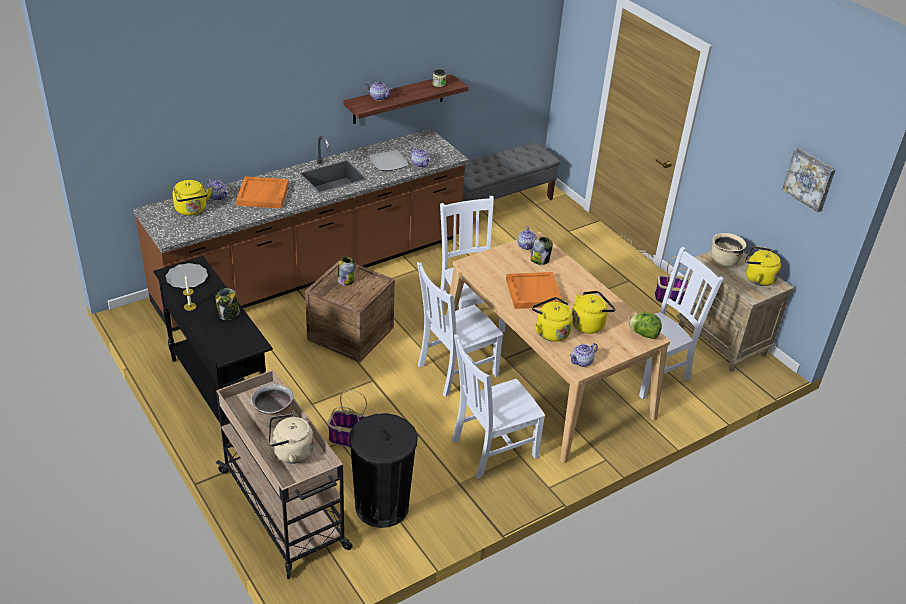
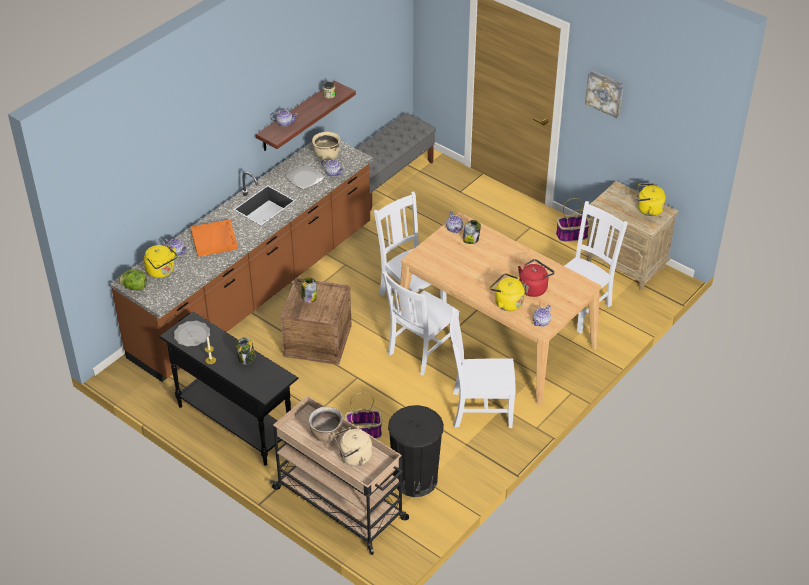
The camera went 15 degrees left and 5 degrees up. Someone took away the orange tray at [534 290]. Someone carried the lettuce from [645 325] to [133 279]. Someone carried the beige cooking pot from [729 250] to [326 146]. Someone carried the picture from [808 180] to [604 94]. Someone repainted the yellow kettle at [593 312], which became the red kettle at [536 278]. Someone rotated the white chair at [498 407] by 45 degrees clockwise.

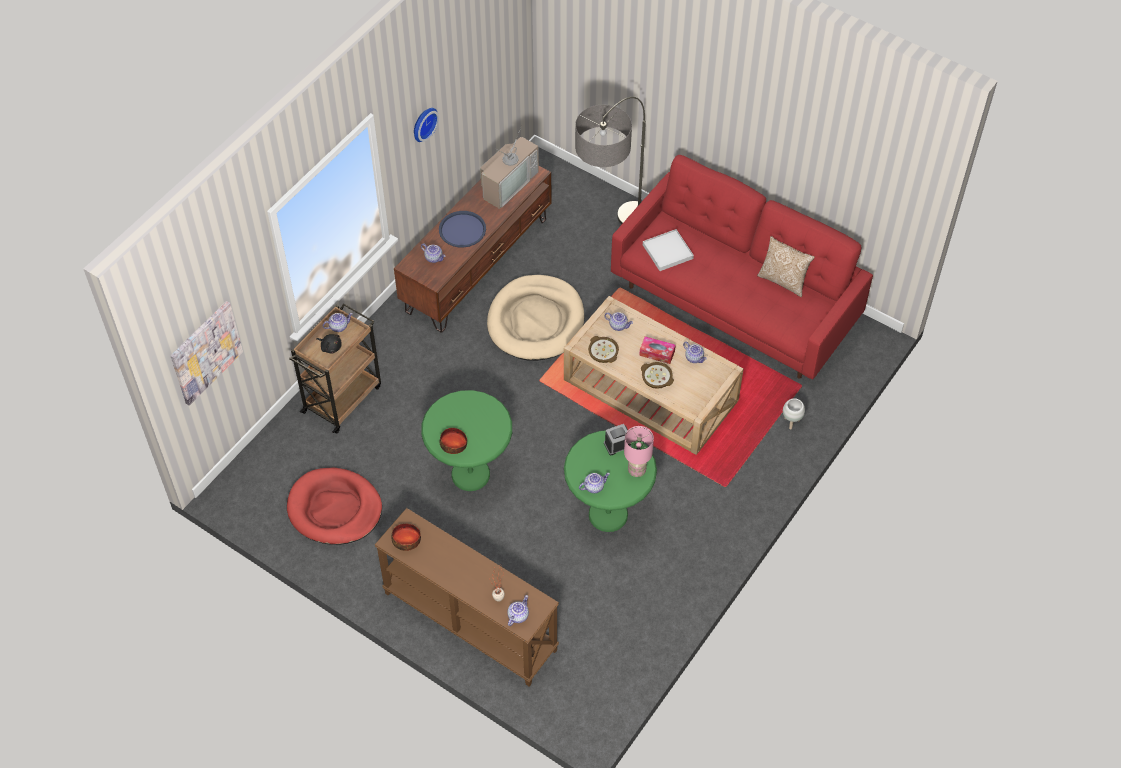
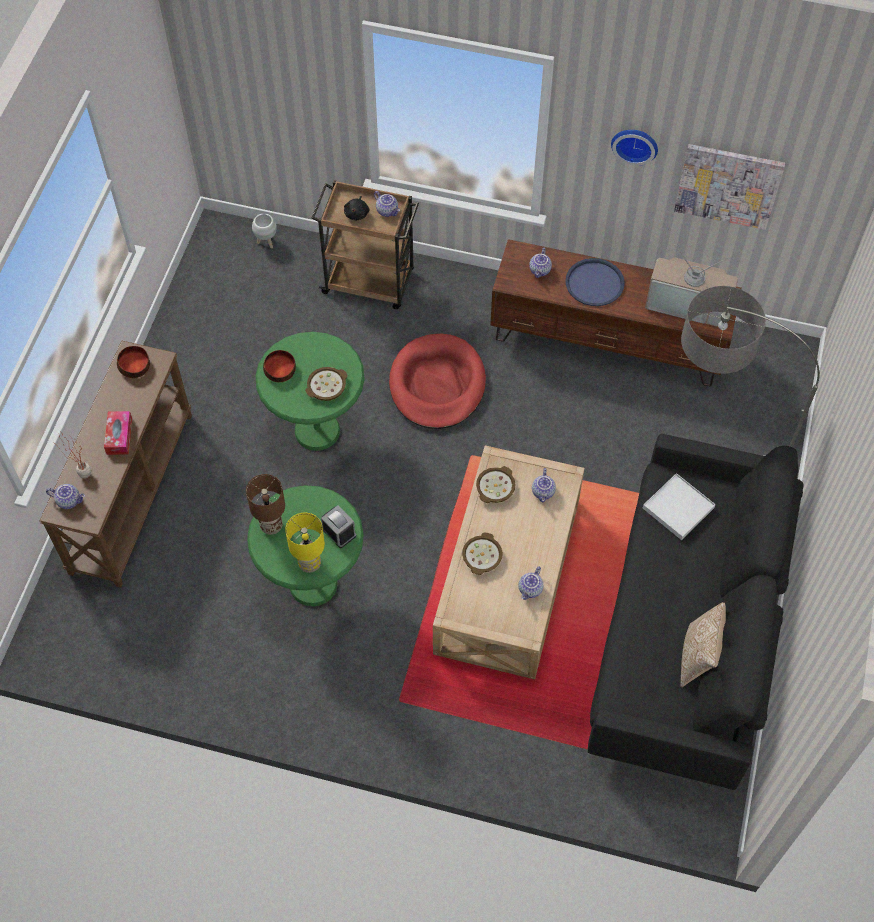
The camera went 70 degrees right and 5 degrees up. Someone took away the beige dog bed at [535 318]. Someone put down the bowl at [326 384]. Someone carried the picture from [206 353] to [729 187]. Someone carried the red dog bed from [334 506] to [437 381]. Someone carried the tissue box from [657 350] to [118 433]. Someone carried the white planter from [794 414] to [264 230]. Someone swapped the teapot at [594 483] for the brown table lamp at [265 504]. Someone repainted the red sofa at [742 267], which became the black sofa at [695 612]. Someone repainted the pink table lamp at [639 451], which became the yellow table lamp at [305 543].

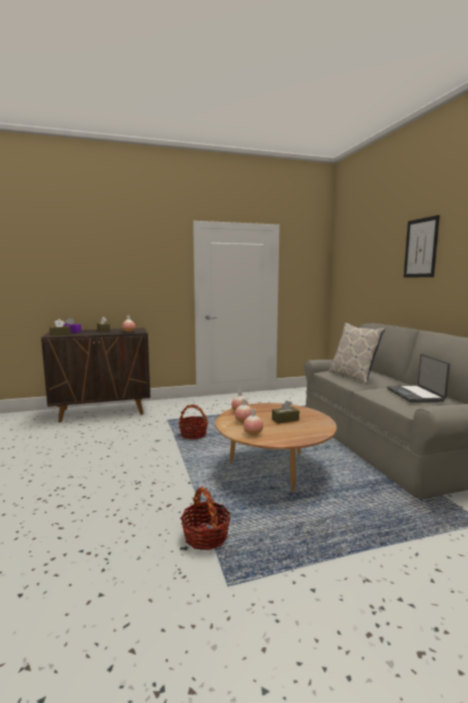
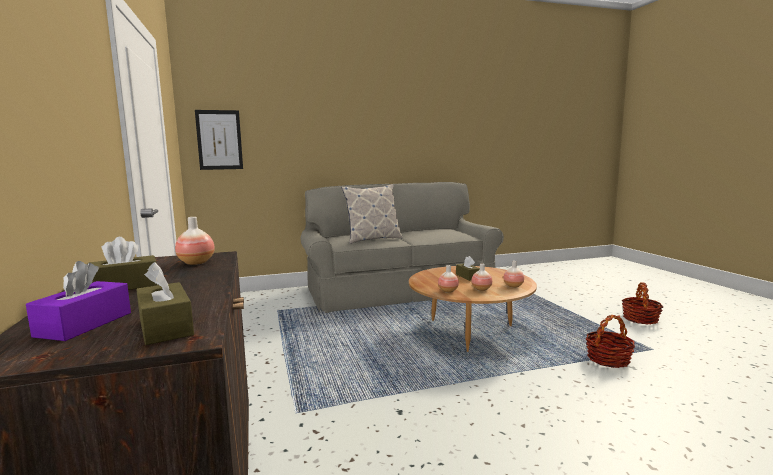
The camera went 90 degrees left and 0 degrees up. Someone took away the laptop at [418 378]. Someone carried the basket from [193 421] to [642 303]. Someone carried the picture from [422 246] to [219 140].

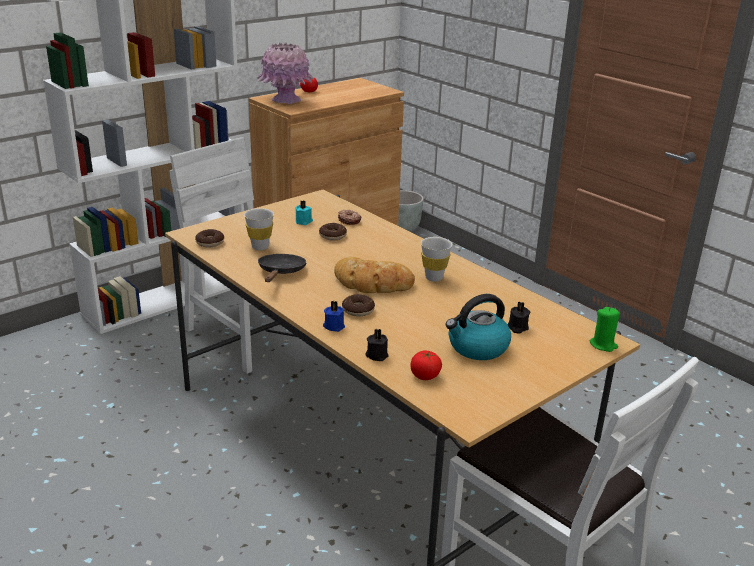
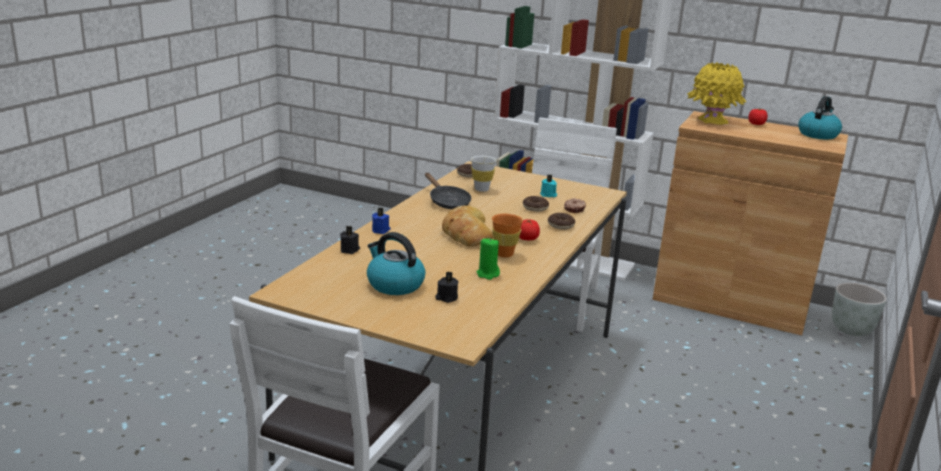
The camera went 65 degrees right and 5 degrees down. Someone put down the kettle at [820 118]. Someone carried the donut from [358 305] to [561 221]. Someone carried the tomato from [426 365] to [529 230]. Someone carried the green candle from [605 329] to [488 259]. Someone repainted the pink vase at [285 73], which became the yellow vase at [716 93]. Someone repainted the white cup at [436 259], which became the orange cup at [507 236]. Someone rotated the black frying pan at [282 268] by 75 degrees clockwise.

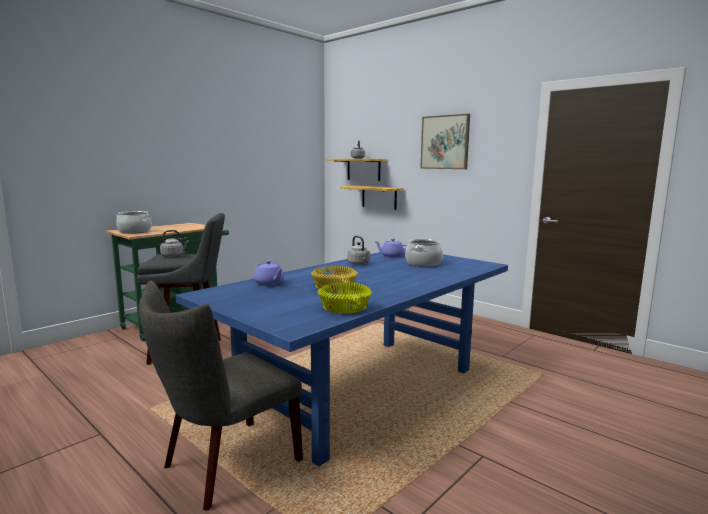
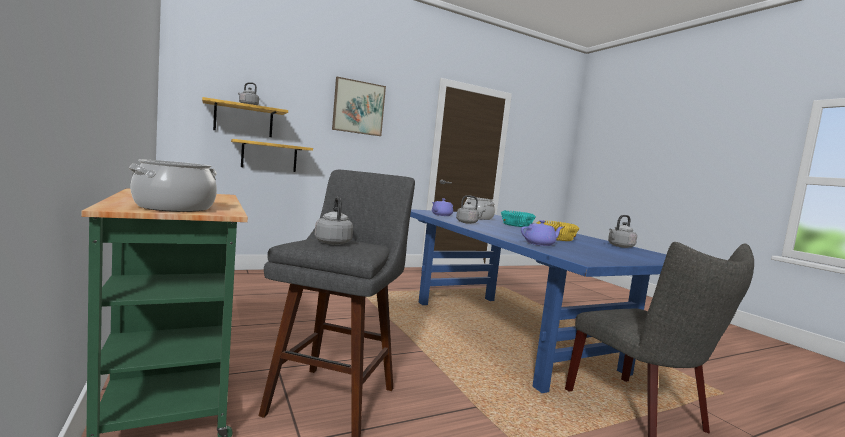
The camera went 70 degrees left and 5 degrees down. Someone put down the turquoise bowl at [518 218]. Someone swapped the yellow bowl at [345 298] for the grey kettle at [622 231].

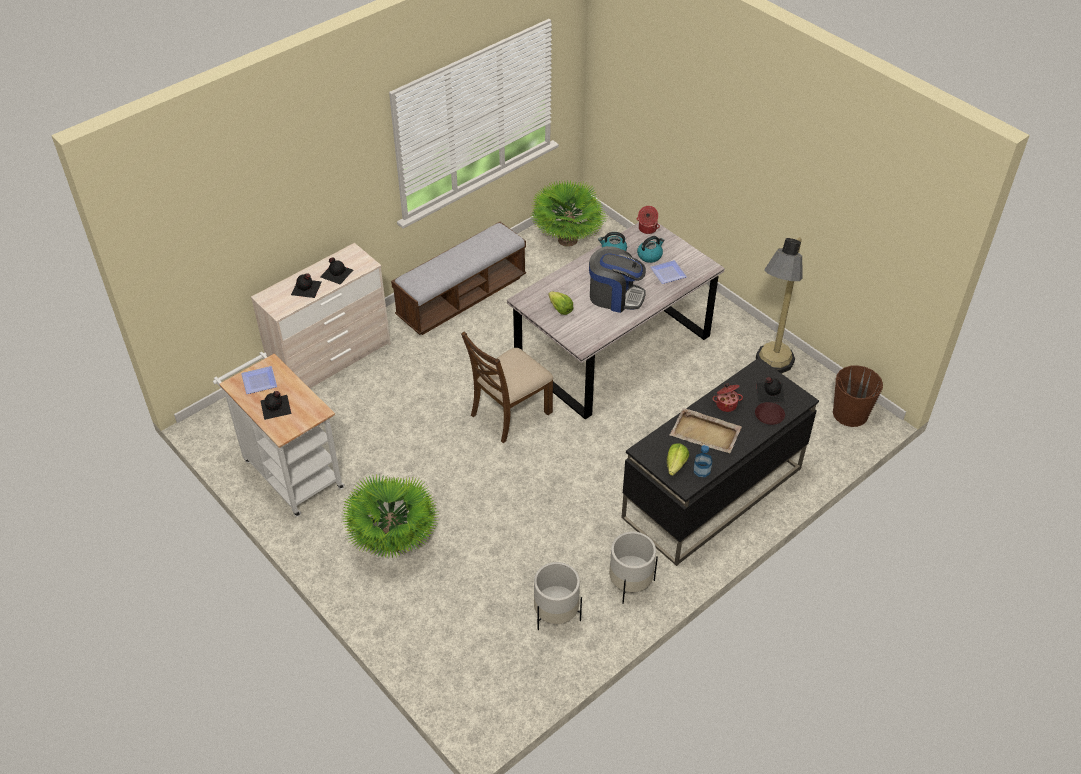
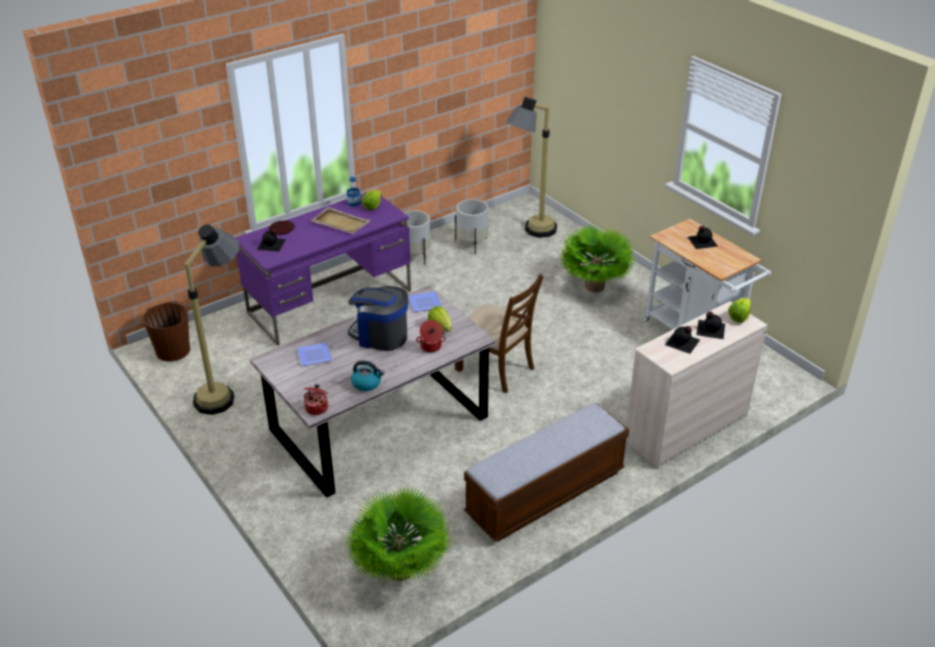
The camera went 175 degrees left and 10 degrees down. Someone took away the kettle at [651 249]. Someone put down the floor lamp at [531 167]. Someone put down the lettuce at [739 310]. Someone carried the plate from [259 380] to [425 301]. Someone carried the cooking pot from [728 397] to [431 336]. Someone repainted the black desk at [720 462], which became the purple desk at [323 268]. Someone rotated the brown chair at [507 387] by 75 degrees clockwise.

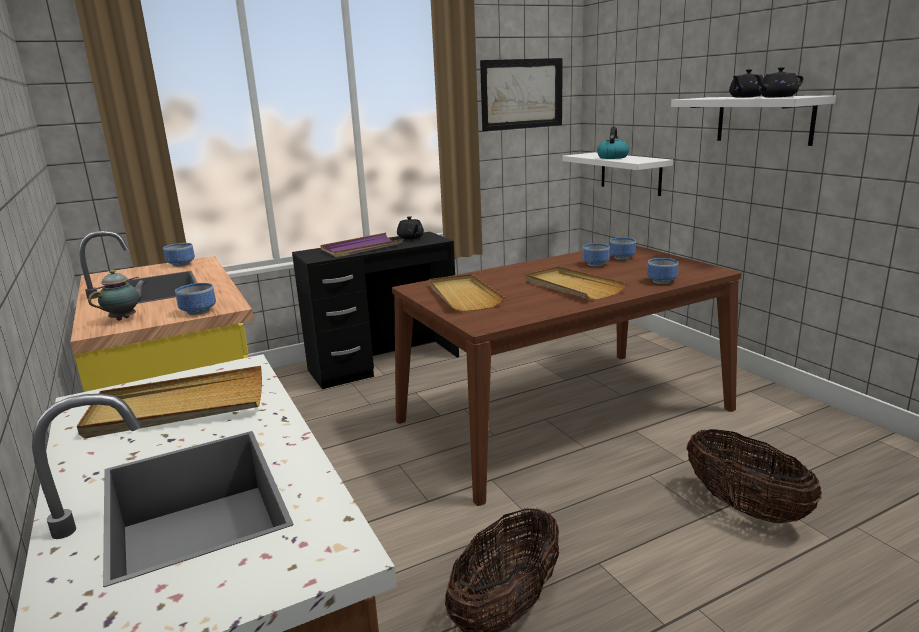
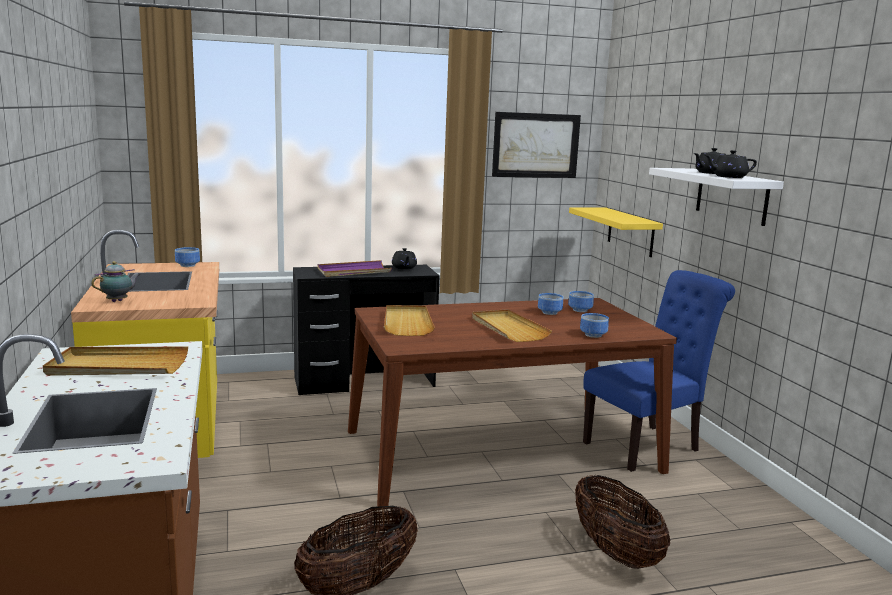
The camera went 10 degrees right and 5 degrees down. Someone took away the bowl at [195 299]. Someone took away the kettle at [613 143]. Someone put down the blue chair at [659 371]. Someone repainted the white shelf at [617 174], which became the yellow shelf at [616 232].

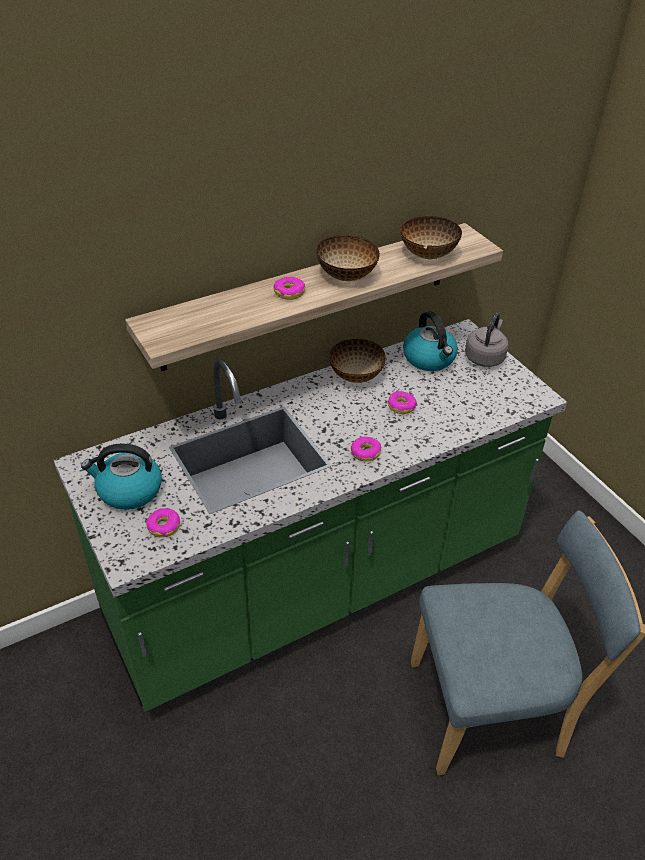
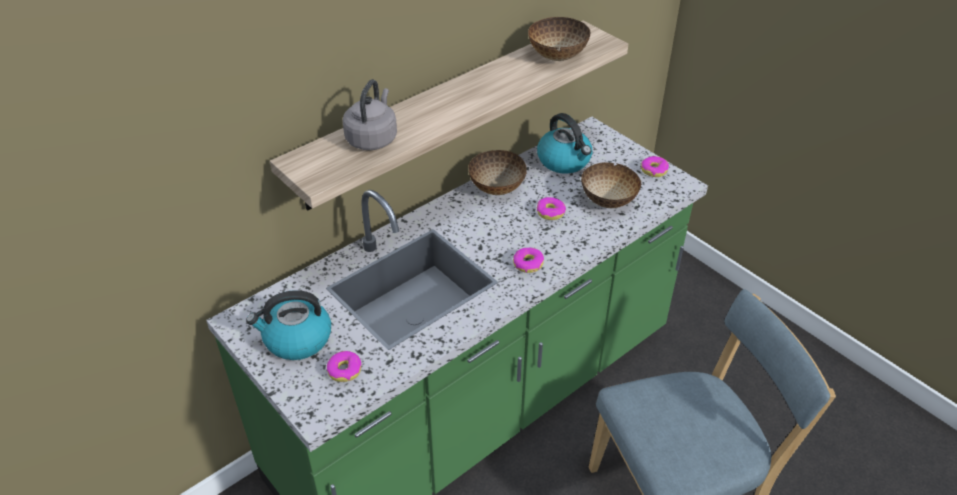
The camera went 10 degrees left and 0 degrees up. Someone carried the donut from [289 288] to [655 166]. Someone carried the bowl from [348 258] to [611 185]. Someone carried the grey kettle from [487 340] to [369 114].

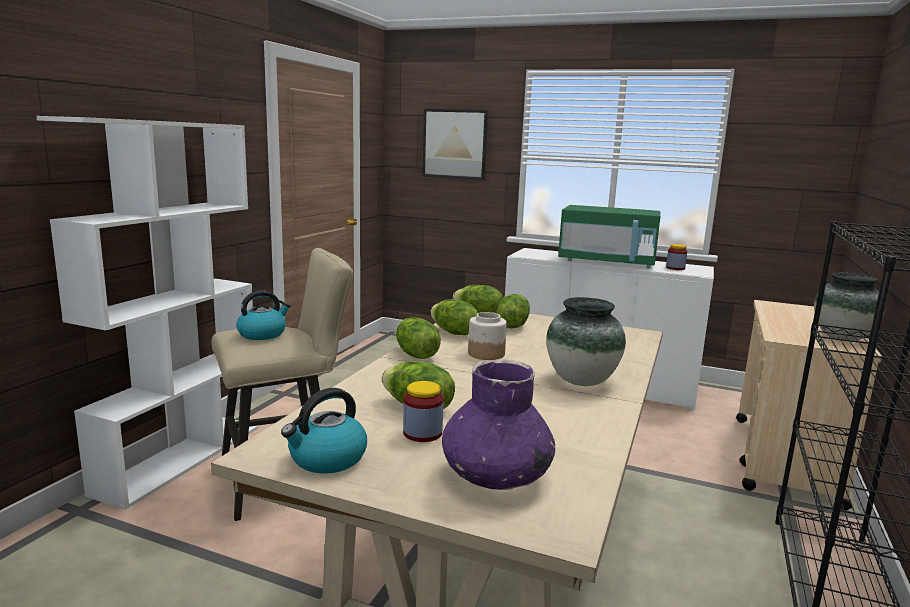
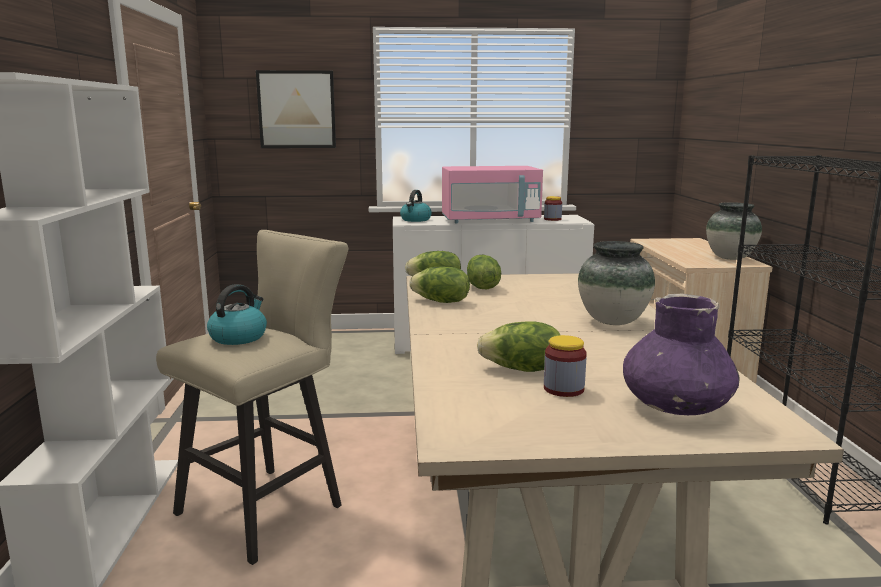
The camera went 25 degrees left and 0 degrees up. Someone took away the lettuce at [418 338]. Someone took away the jar at [487 336]. Someone carried the kettle from [324 431] to [416 206]. Someone repainted the green microwave at [609 237], which became the pink microwave at [492 194].

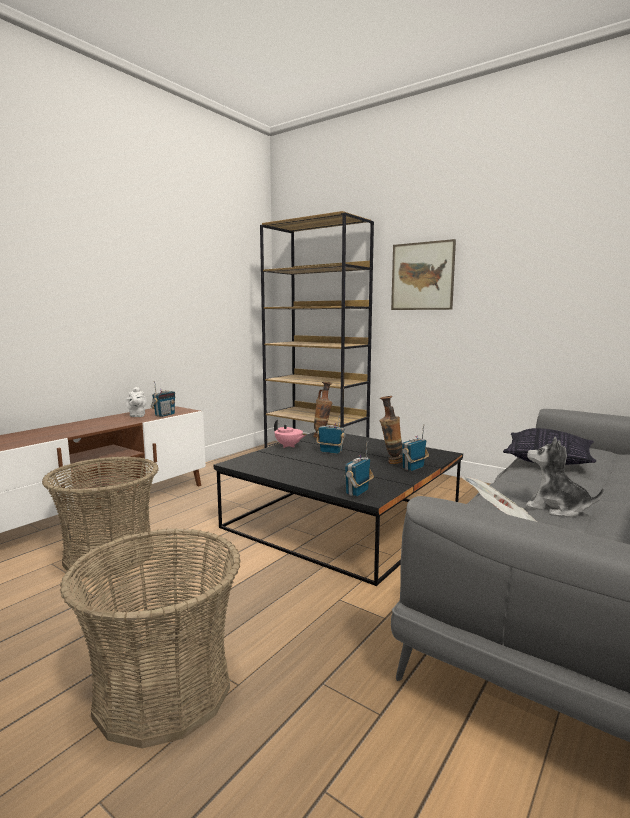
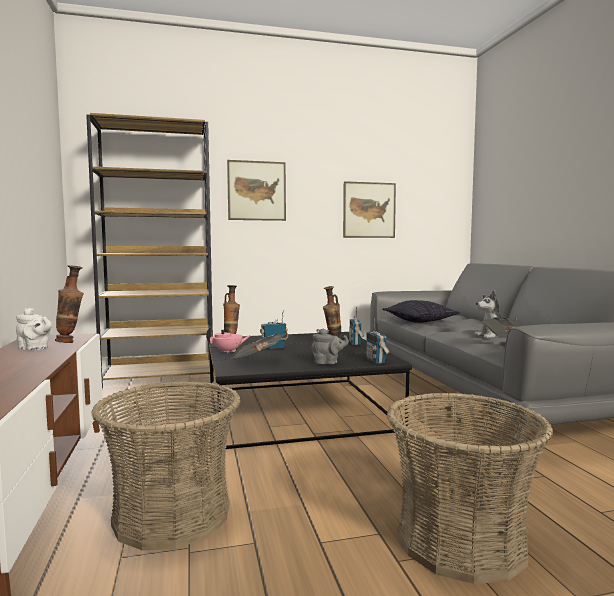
The camera went 50 degrees left and 5 degrees down. Someone put down the newspaper at [257 345]. Someone put down the grey teapot at [330 346]. Someone put up the picture at [369 209]. Someone swapped the radio at [163 399] for the vase at [69 304].

